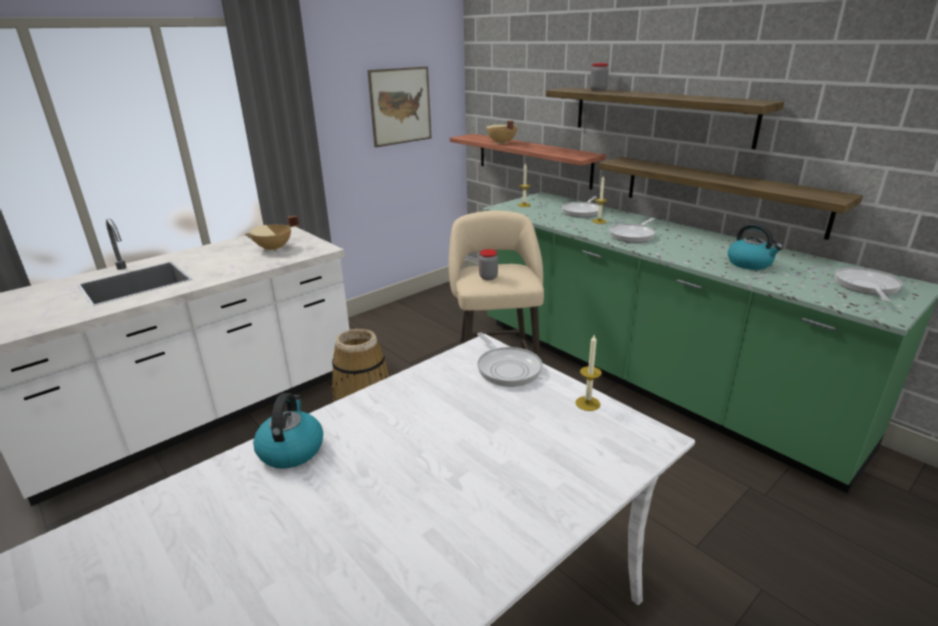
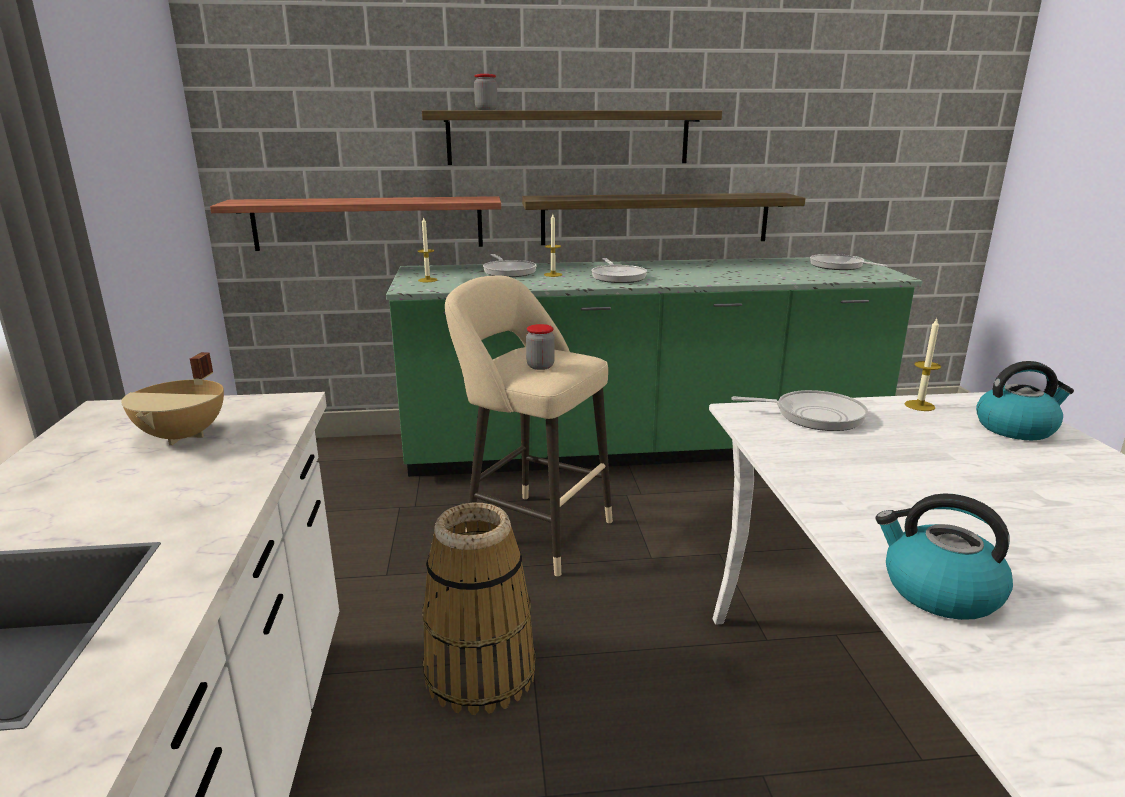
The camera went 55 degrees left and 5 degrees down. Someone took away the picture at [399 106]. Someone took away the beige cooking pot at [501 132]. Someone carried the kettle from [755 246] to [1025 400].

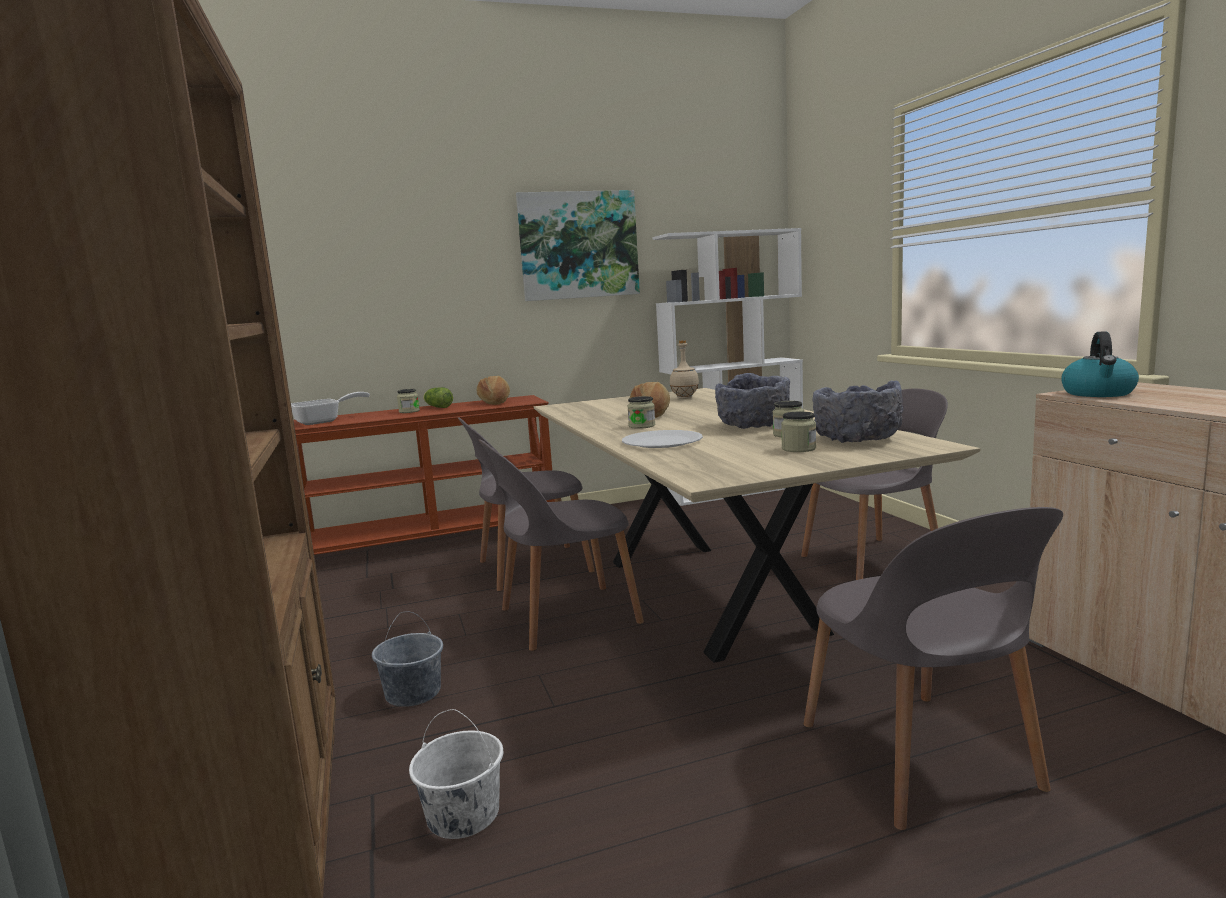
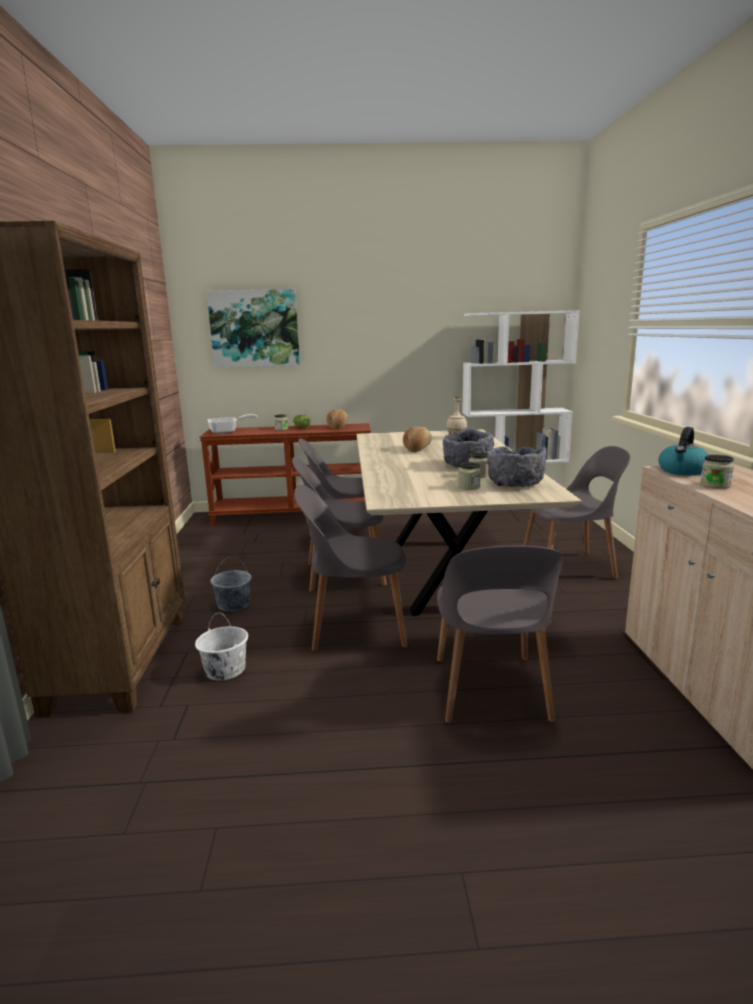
The camera went 15 degrees right and 5 degrees up. Someone took away the white plate at [662 439]. Someone put down the grey chair at [351 568]. Someone carried the picture from [578 245] to [253 328]. Someone carried the jar from [641 412] to [717 472].

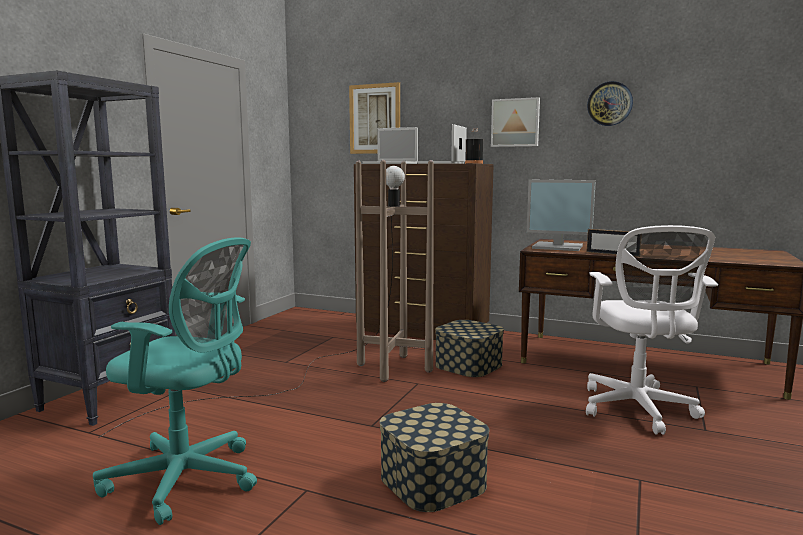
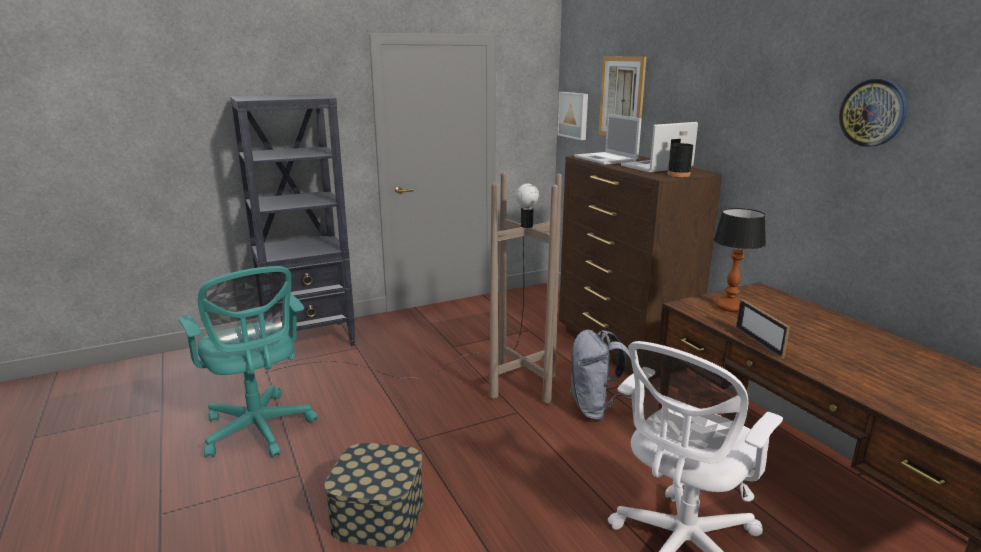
The camera went 40 degrees right and 10 degrees up. Someone carried the picture from [515 122] to [572 116]. Someone swapped the storage box at [469 348] for the grey backpack at [601 375]. Someone swapped the monitor at [561 215] for the table lamp at [740 260].

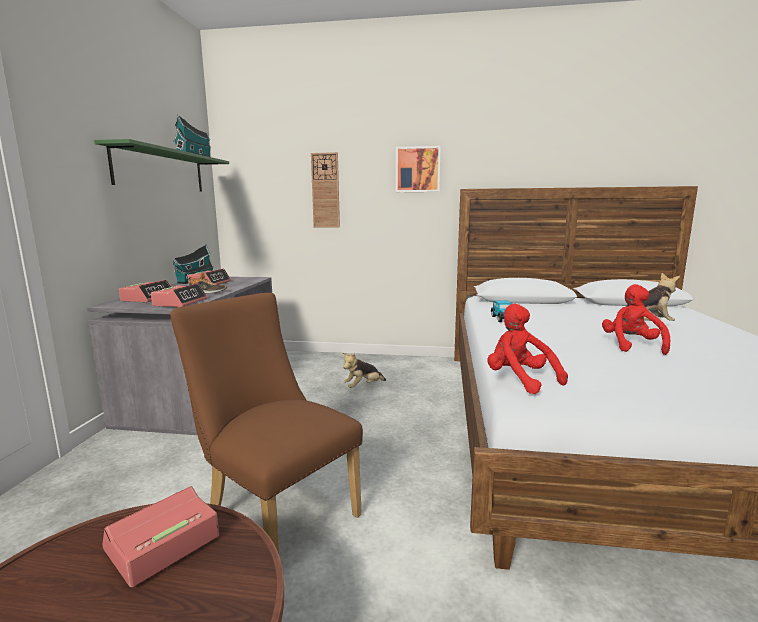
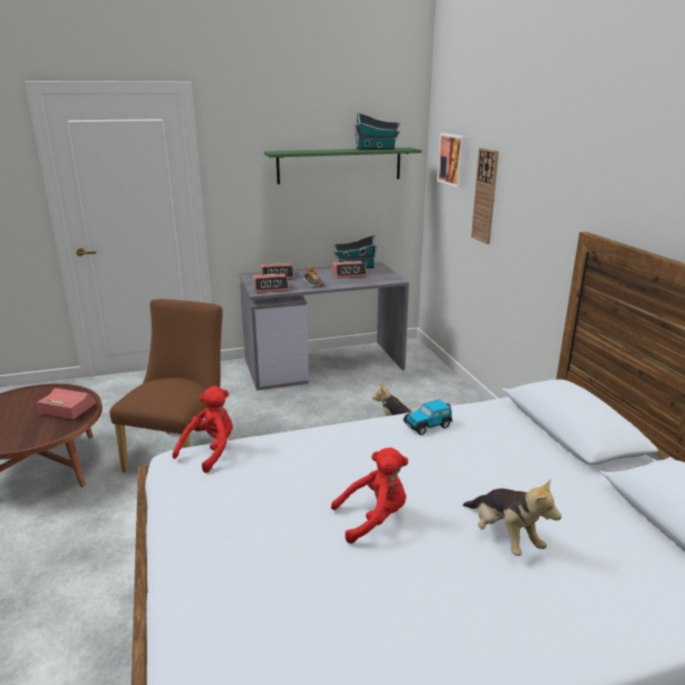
The camera went 65 degrees right and 10 degrees up. Someone carried the picture from [418 169] to [452 160].

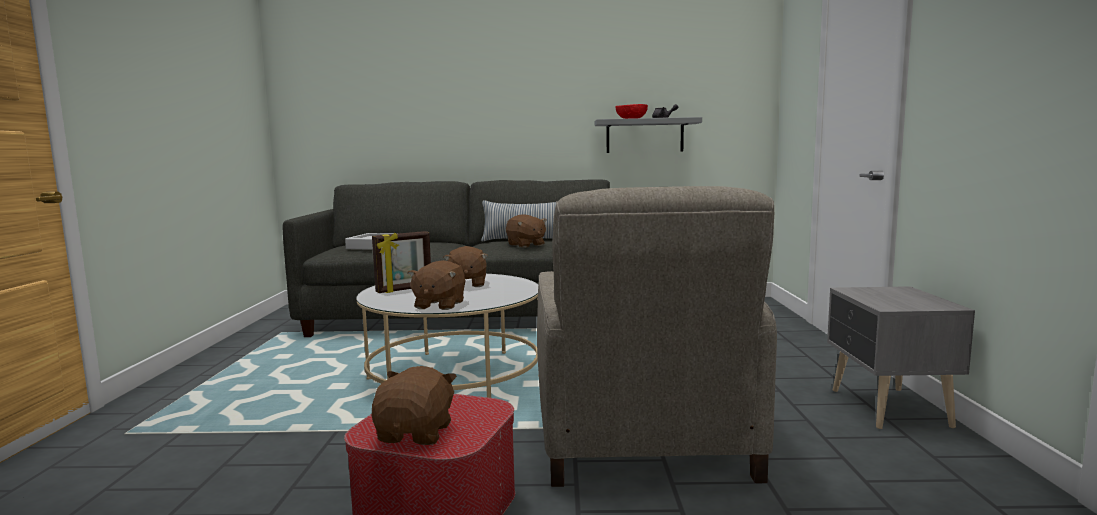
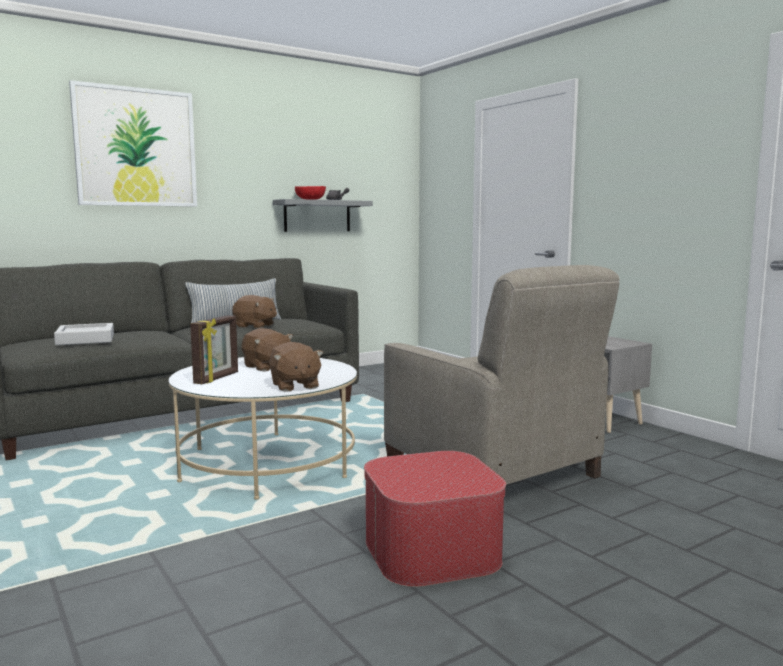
The camera went 35 degrees left and 0 degrees up. Someone took away the brown plush toy at [414 405]. Someone put up the picture at [133 143].

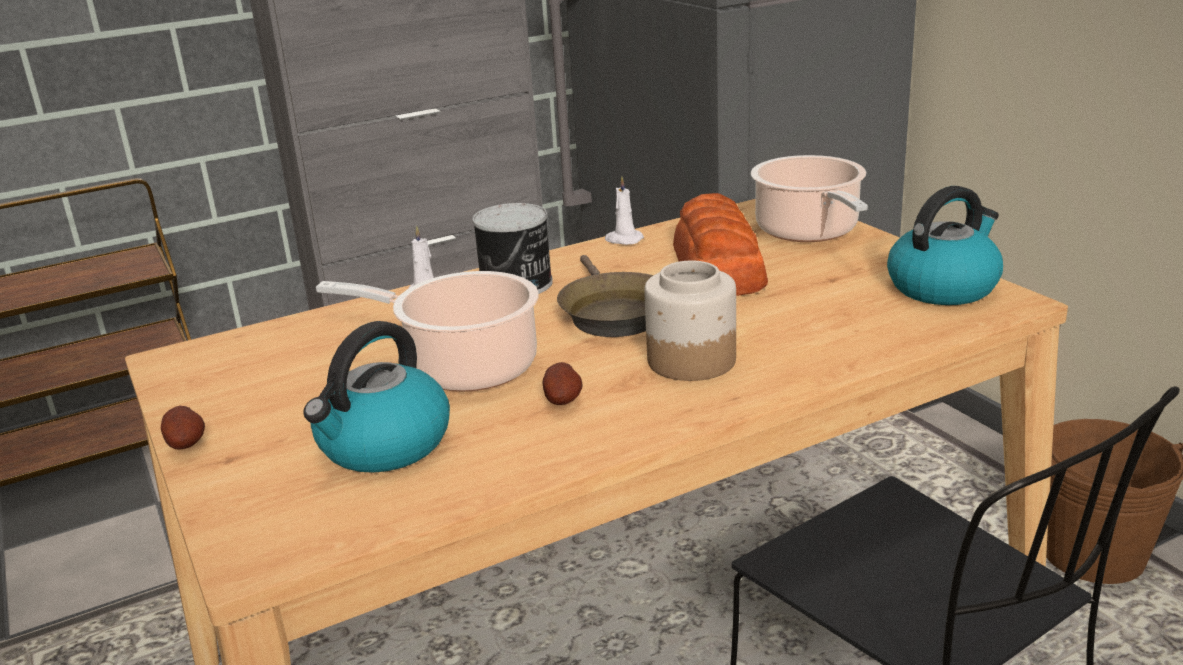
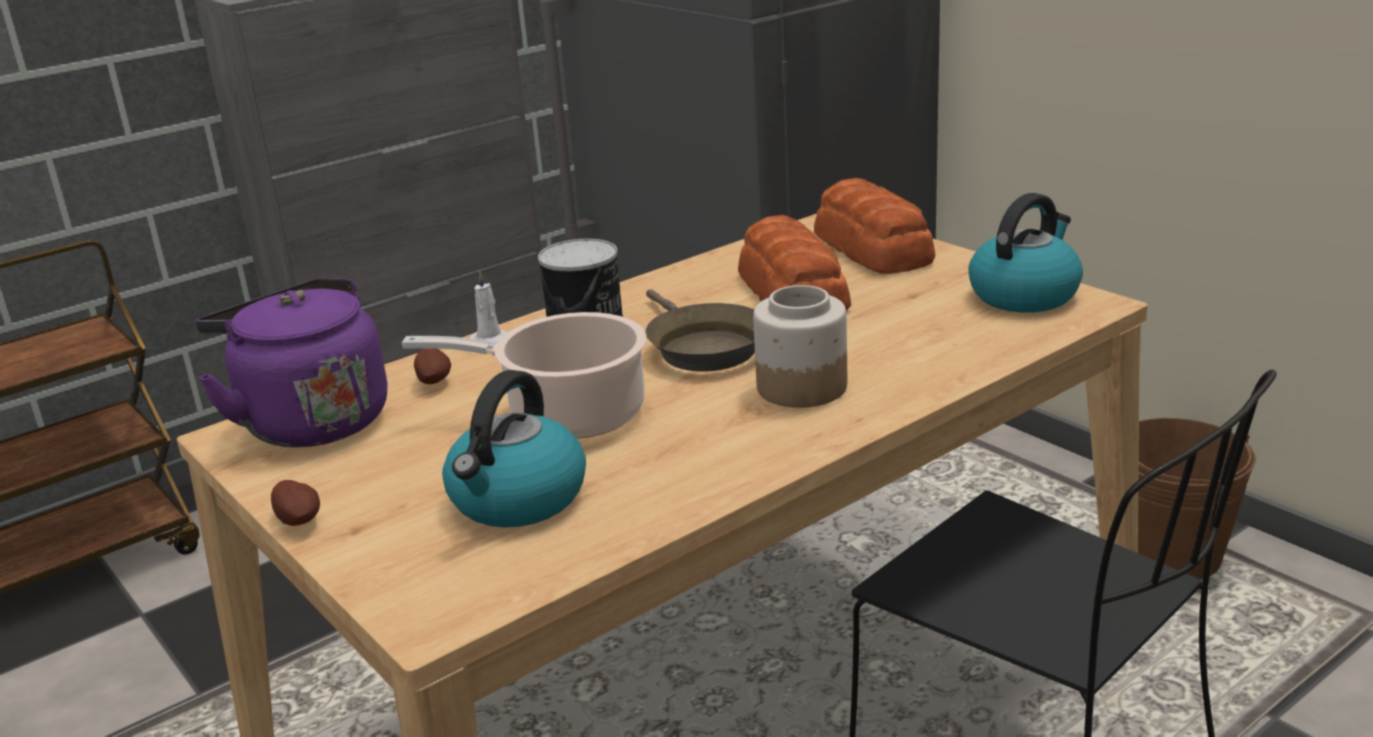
The camera went 10 degrees left and 0 degrees up. Someone took away the white candle at [624 210]. Someone put down the purple kettle at [291 363]. Someone carried the potato from [562 383] to [432 366]. Someone swapped the cooking pot at [809 198] for the bread at [875 226].

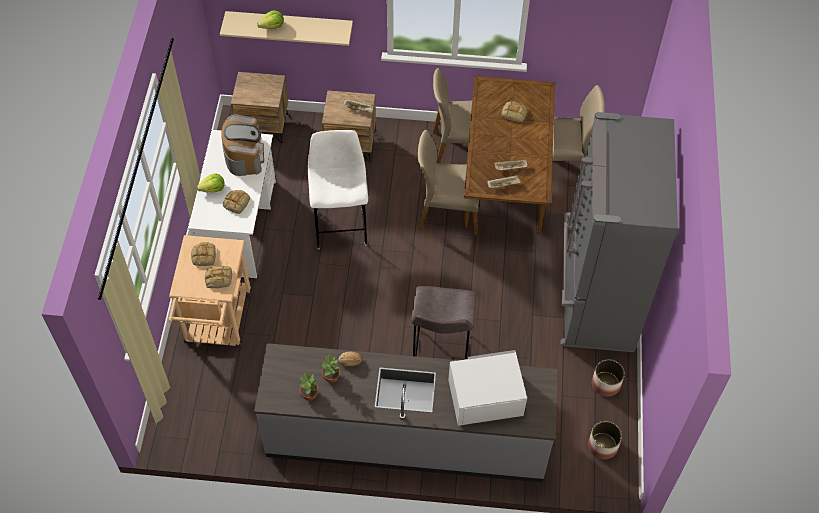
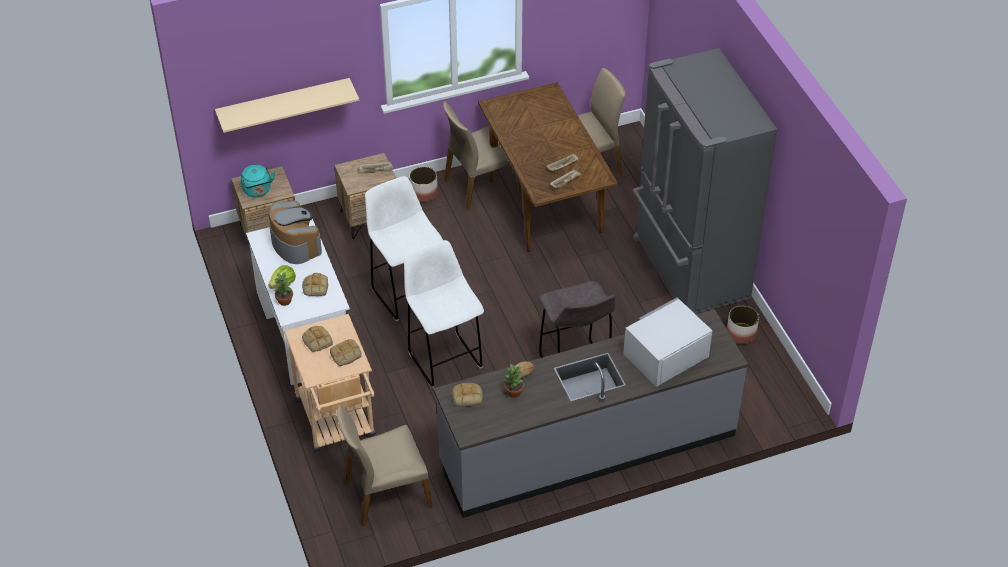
The camera went 25 degrees left and 10 degrees down. Someone took away the lettuce at [270 19]. Someone put down the turquoise kettle at [258 181]. Someone put down the white stool at [444 314]. Someone carried the potted plant from [309 386] to [283 289]. Someone carried the beige chair from [448 182] to [384 466]. Someone carried the bread from [514 112] to [467 395]. Someone carried the planter from [605 440] to [423 184].

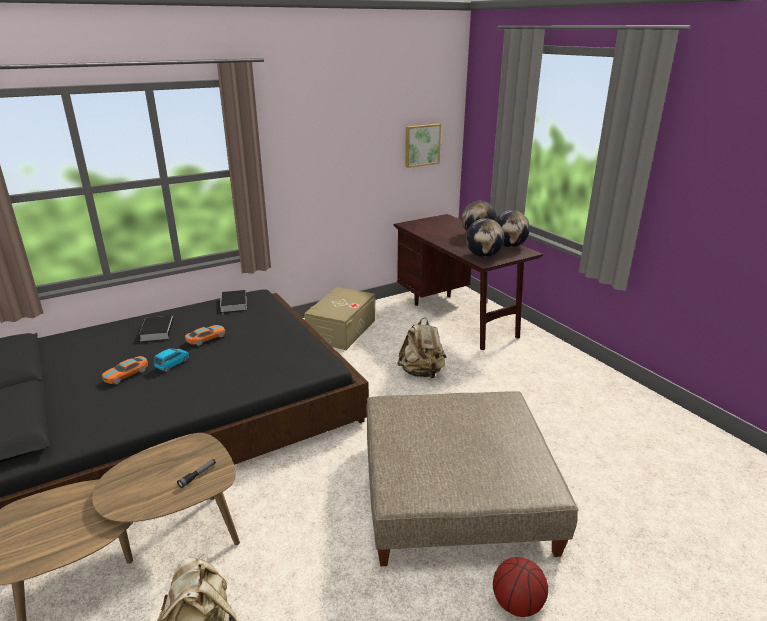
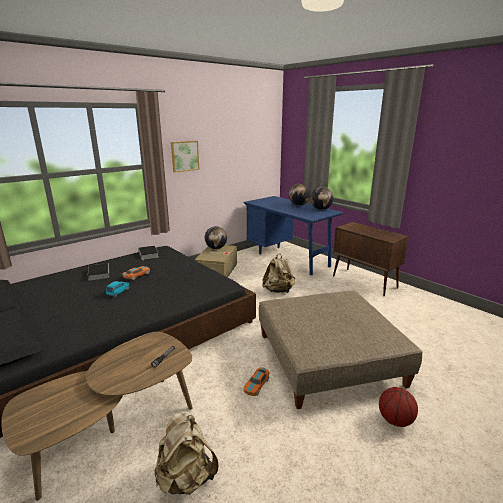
The camera went 10 degrees left and 5 degrees down. Someone put down the brown cabinet at [371 259]. Someone carried the toy car from [125 370] to [256 381]. Someone carried the picture from [423 146] to [185 157]. Someone carried the globe from [485 237] to [215 237]. Someone repainted the brown desk at [468 282], which became the blue desk at [293 235].

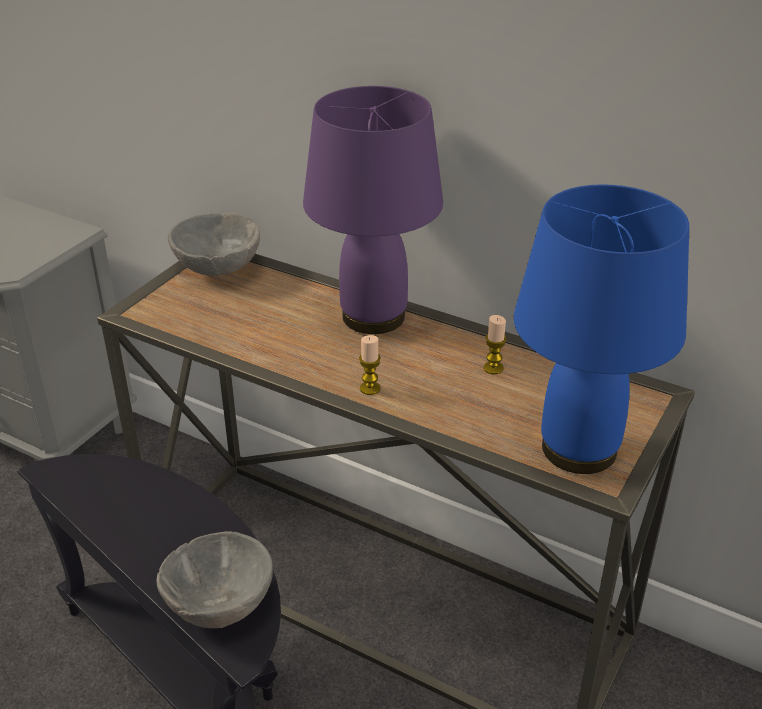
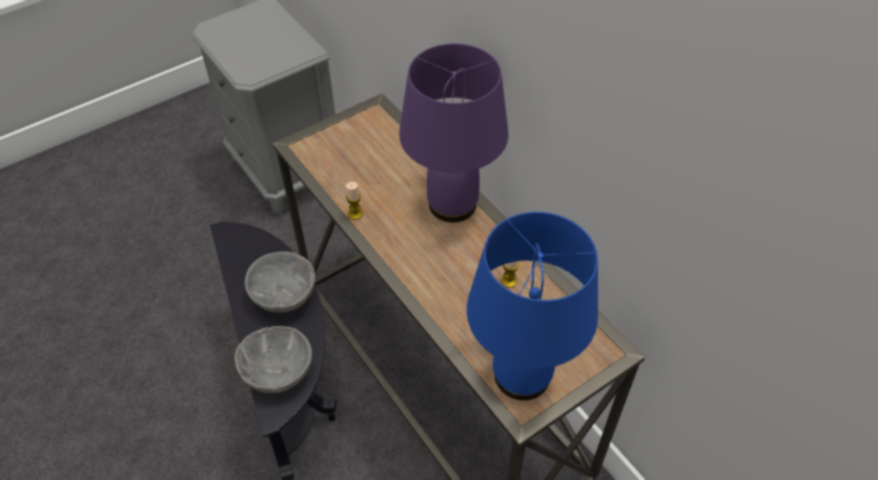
The camera went 25 degrees right and 15 degrees up. Someone carried the grey bowl from [214 244] to [280 282]. Someone carried the candle from [370 365] to [354 201].

